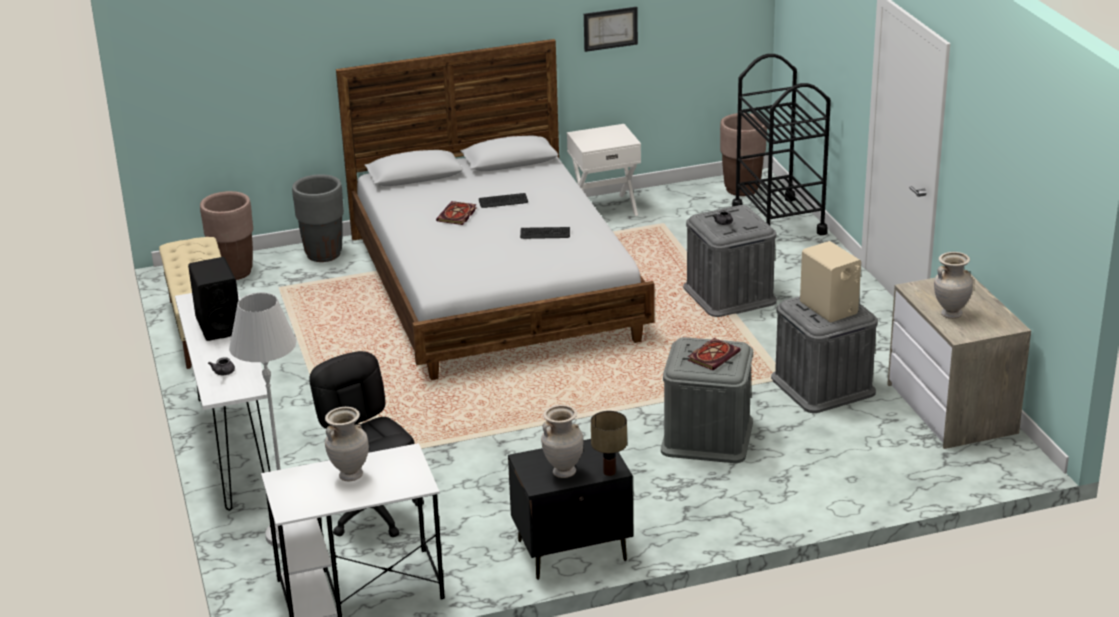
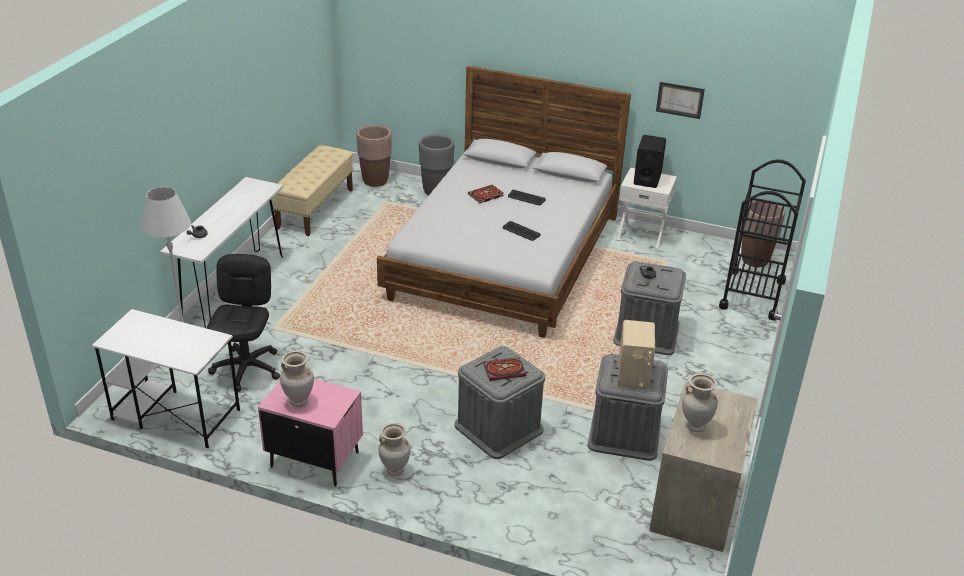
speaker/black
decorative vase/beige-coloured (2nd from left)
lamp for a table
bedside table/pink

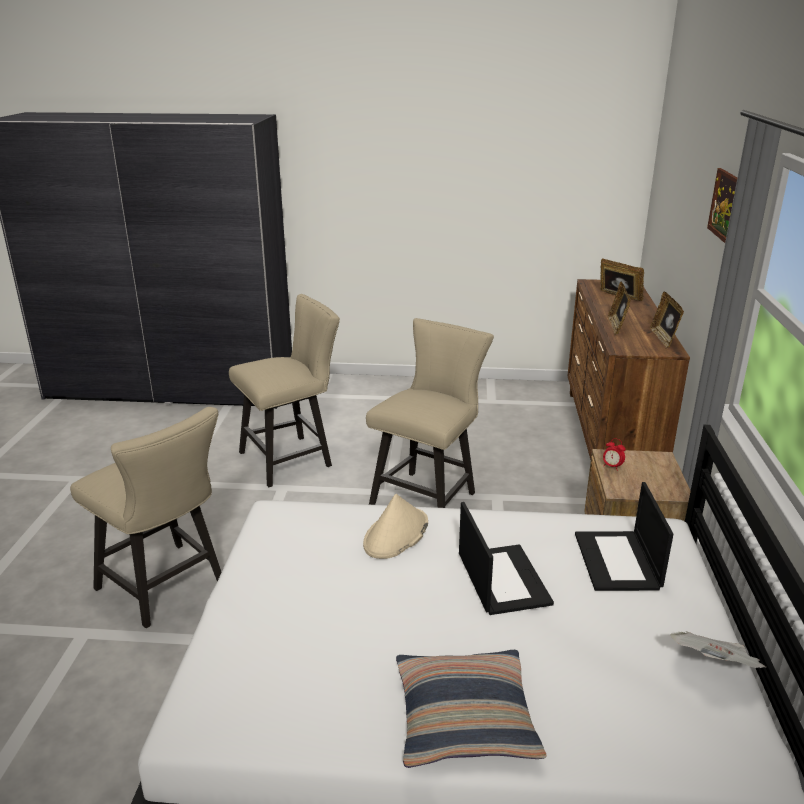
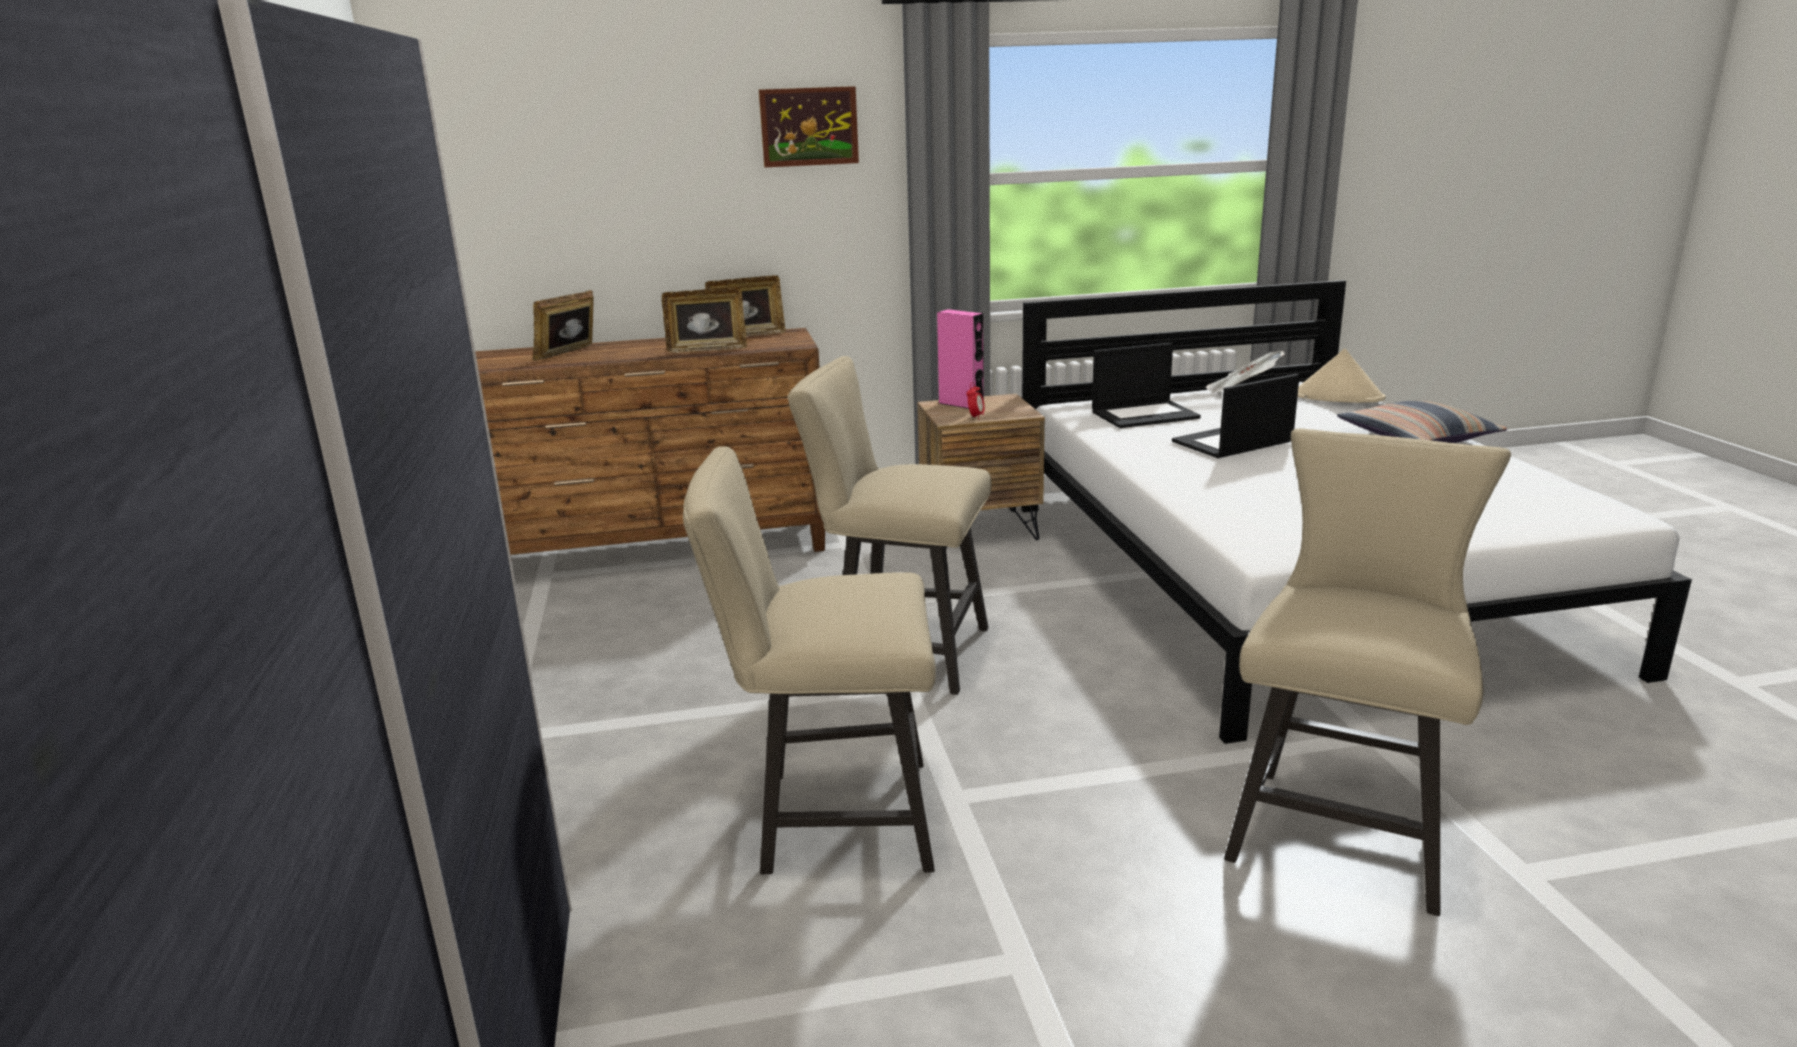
upright chair/beige-coloured (1st from left)
hat/beige-coloured
speaker/pink

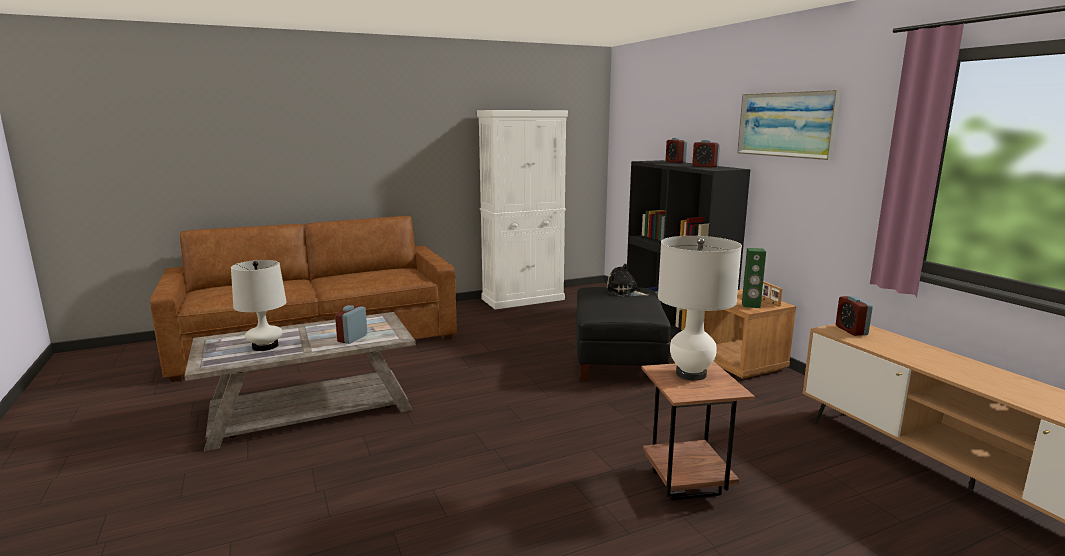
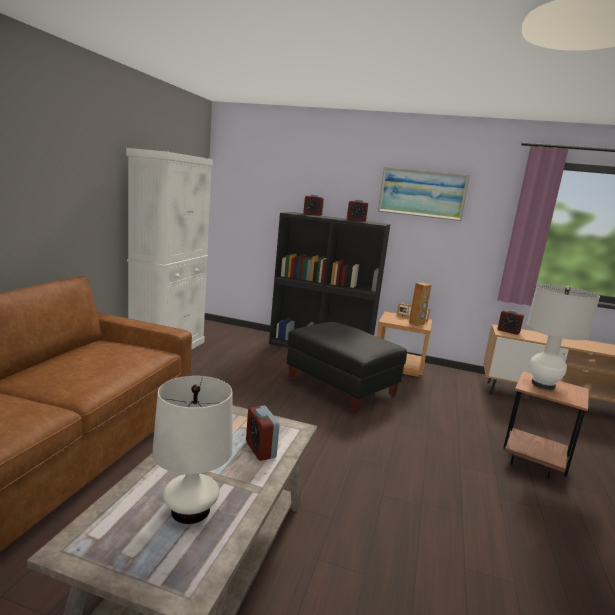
speaker/brownish
plush toy

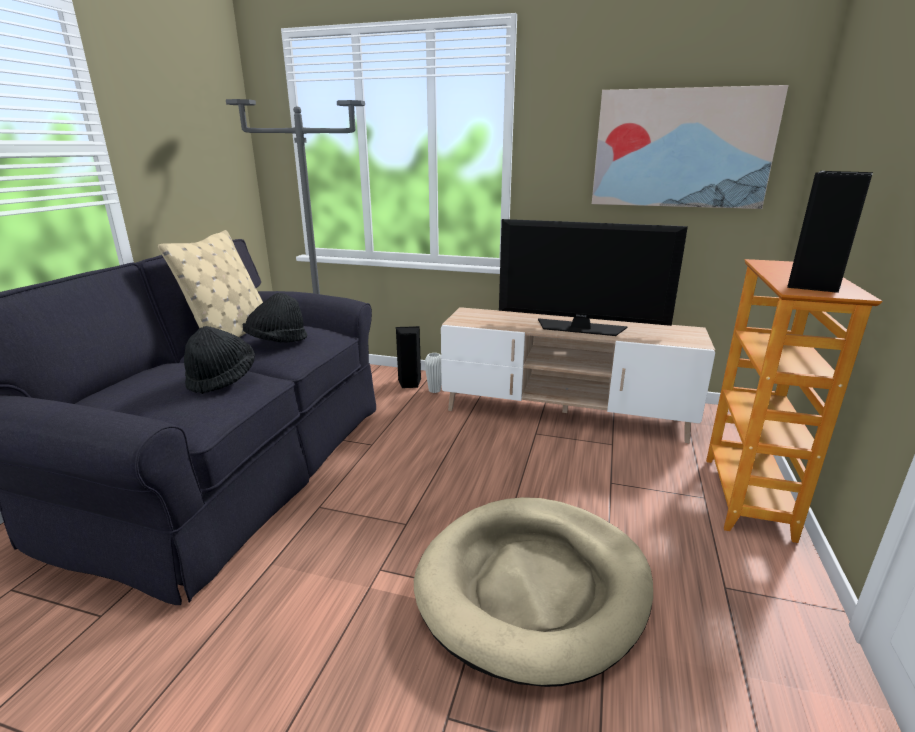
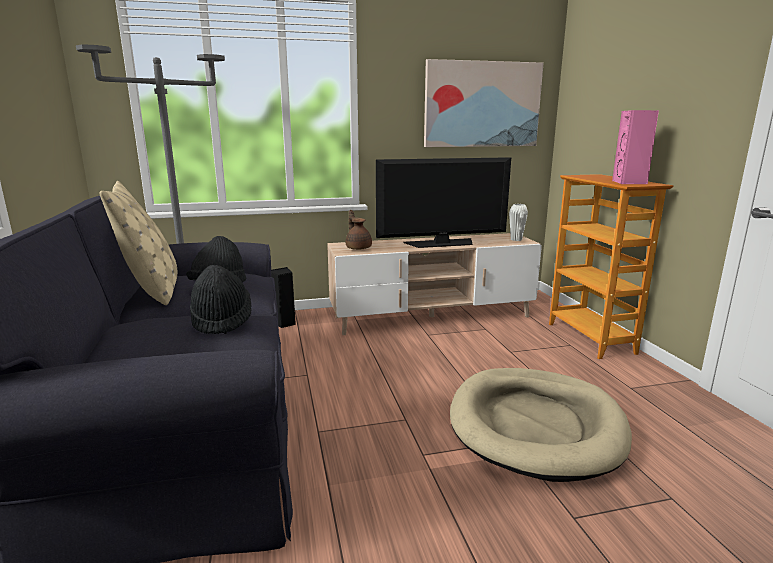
speaker/pink
decorative vase/white
pot for tea/brownish

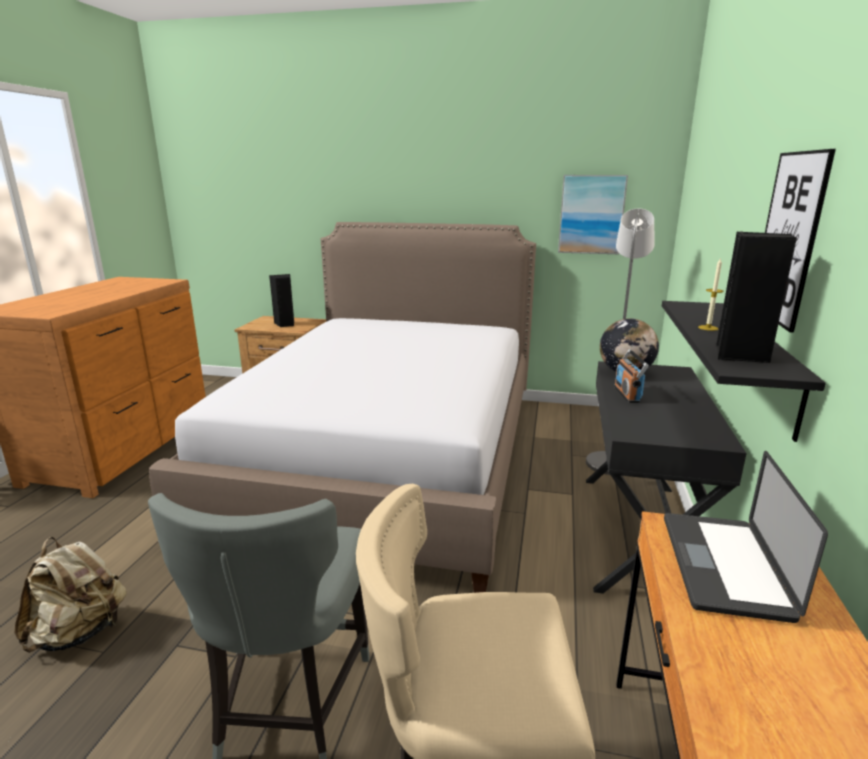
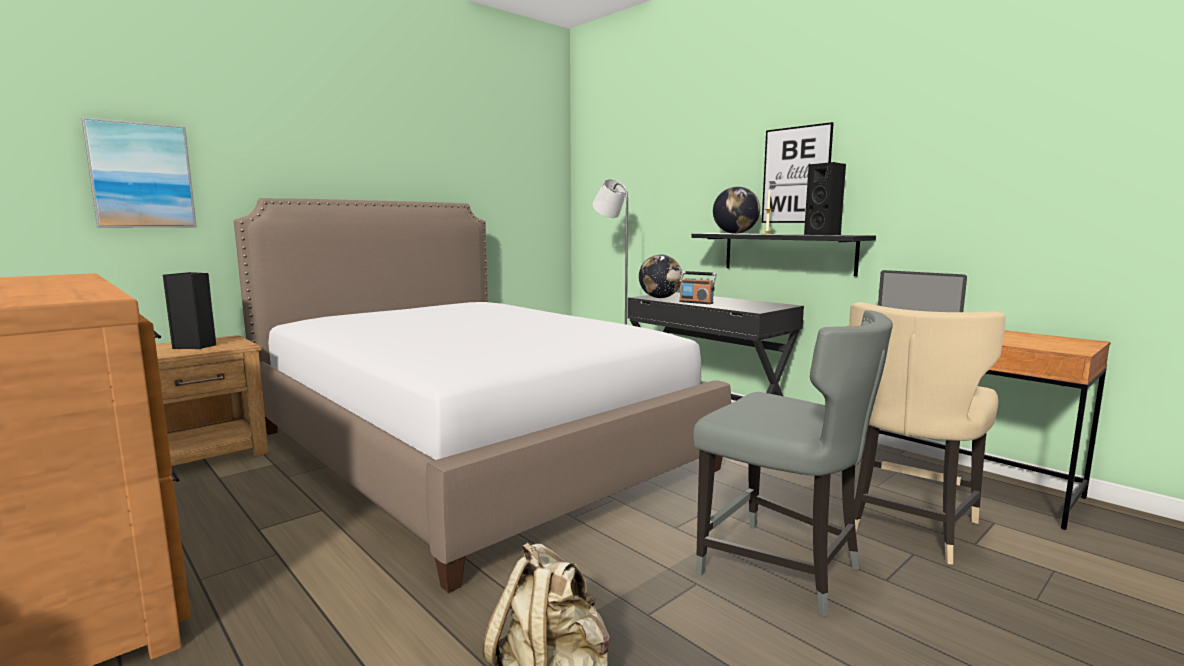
picture (1st from left)
world globe (2nd from left)

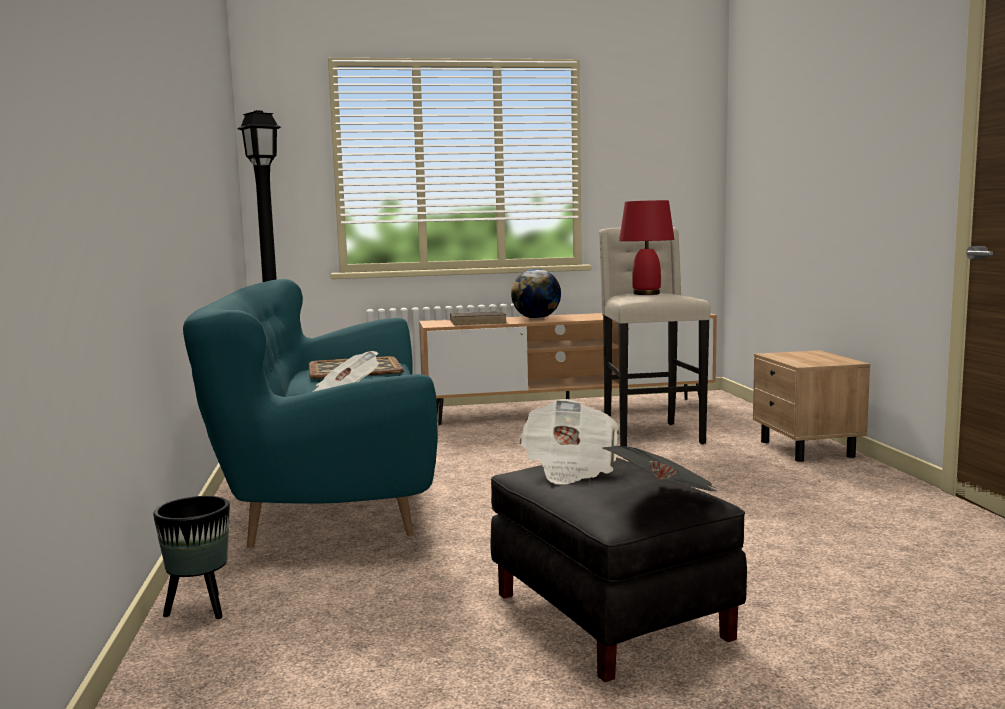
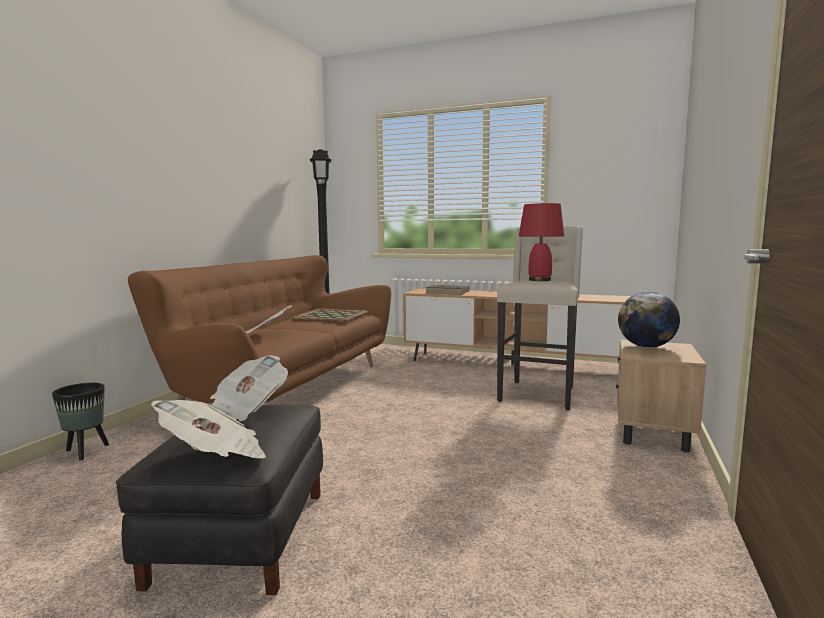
world globe
sofa/brownish

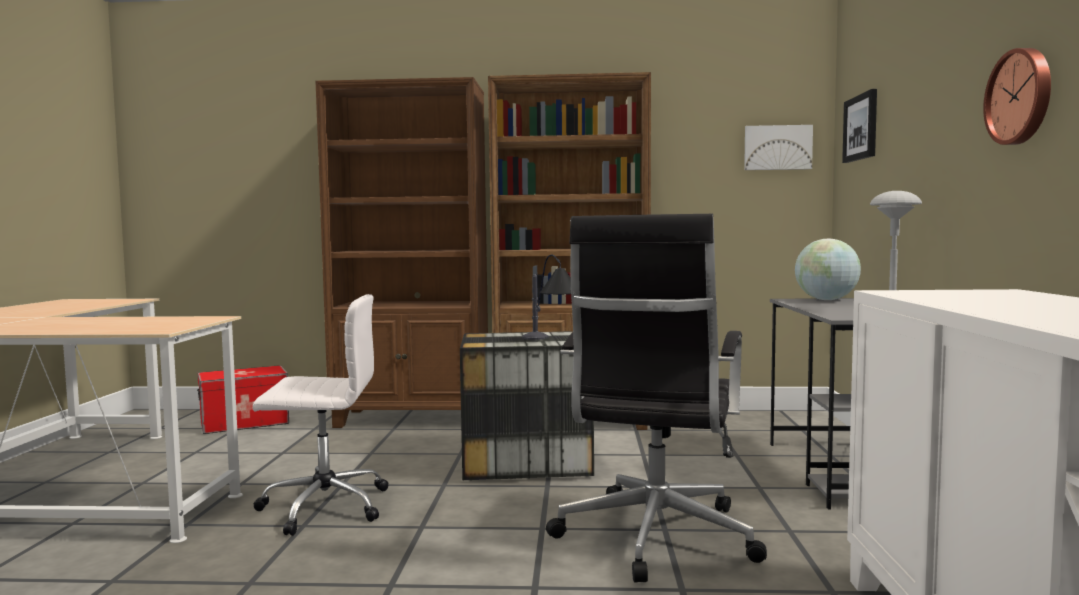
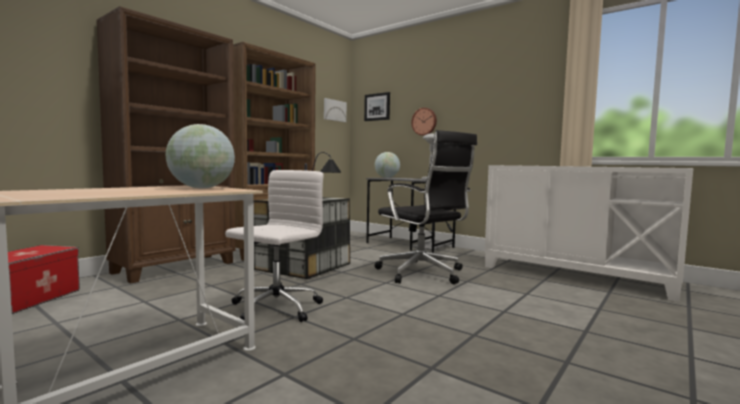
hanging clock
world globe (1st from left)

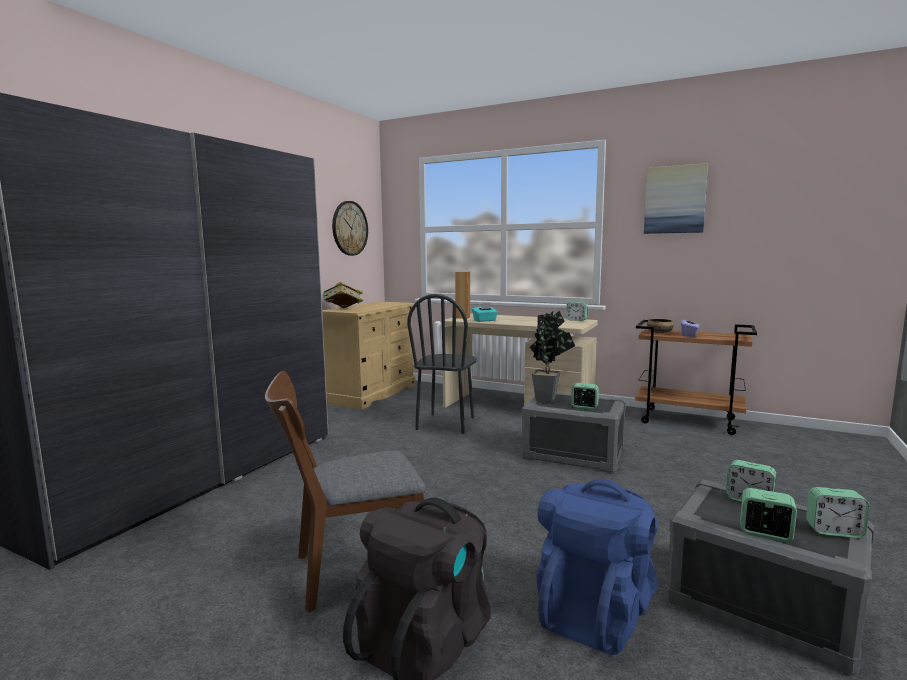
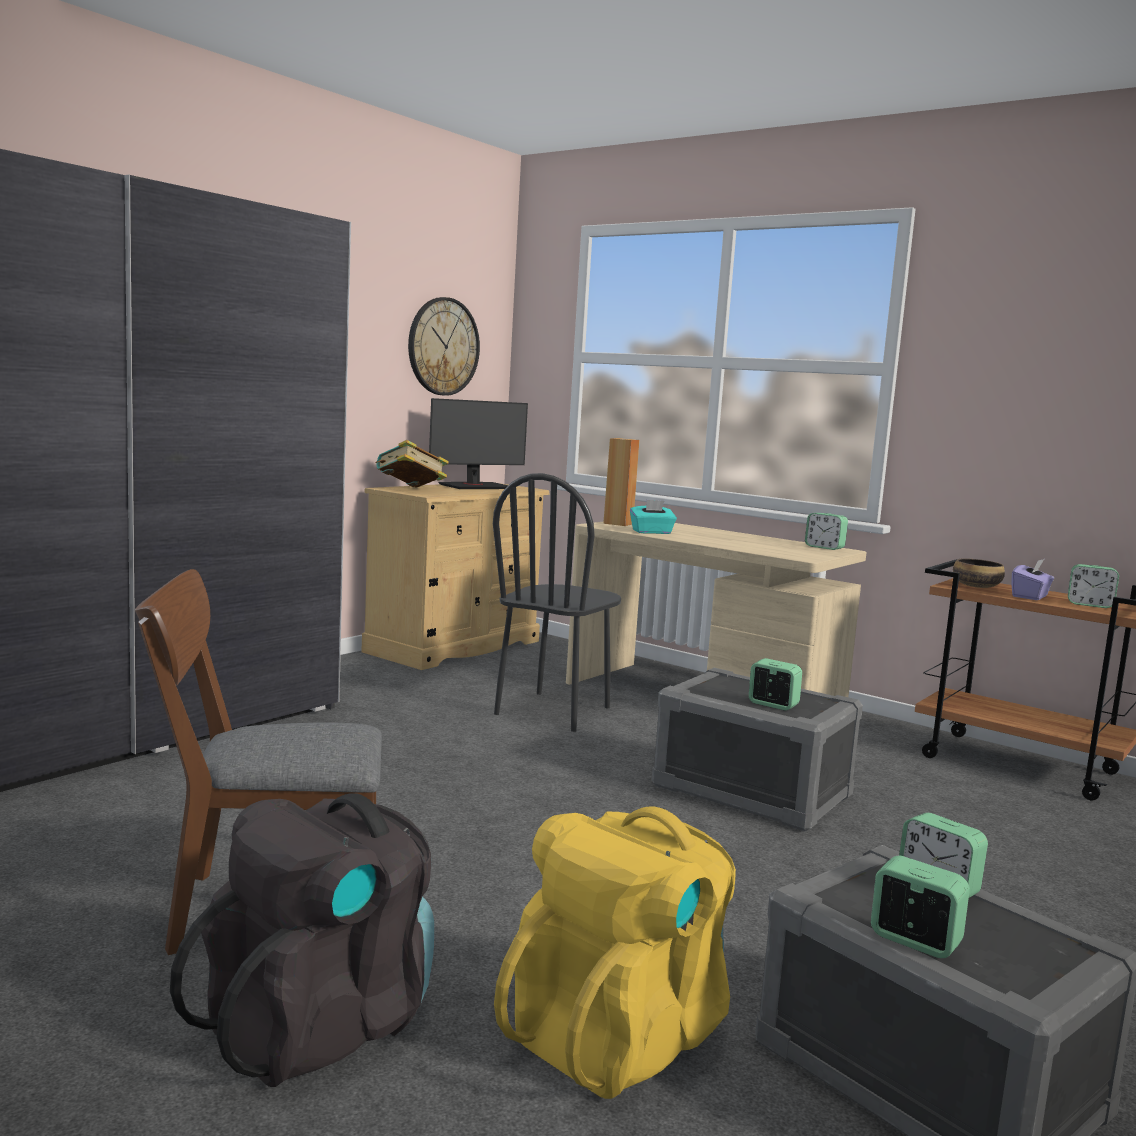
picture
plant in a pot
rucksack/yellowish
bedside clock (5th from left)
computer screen

